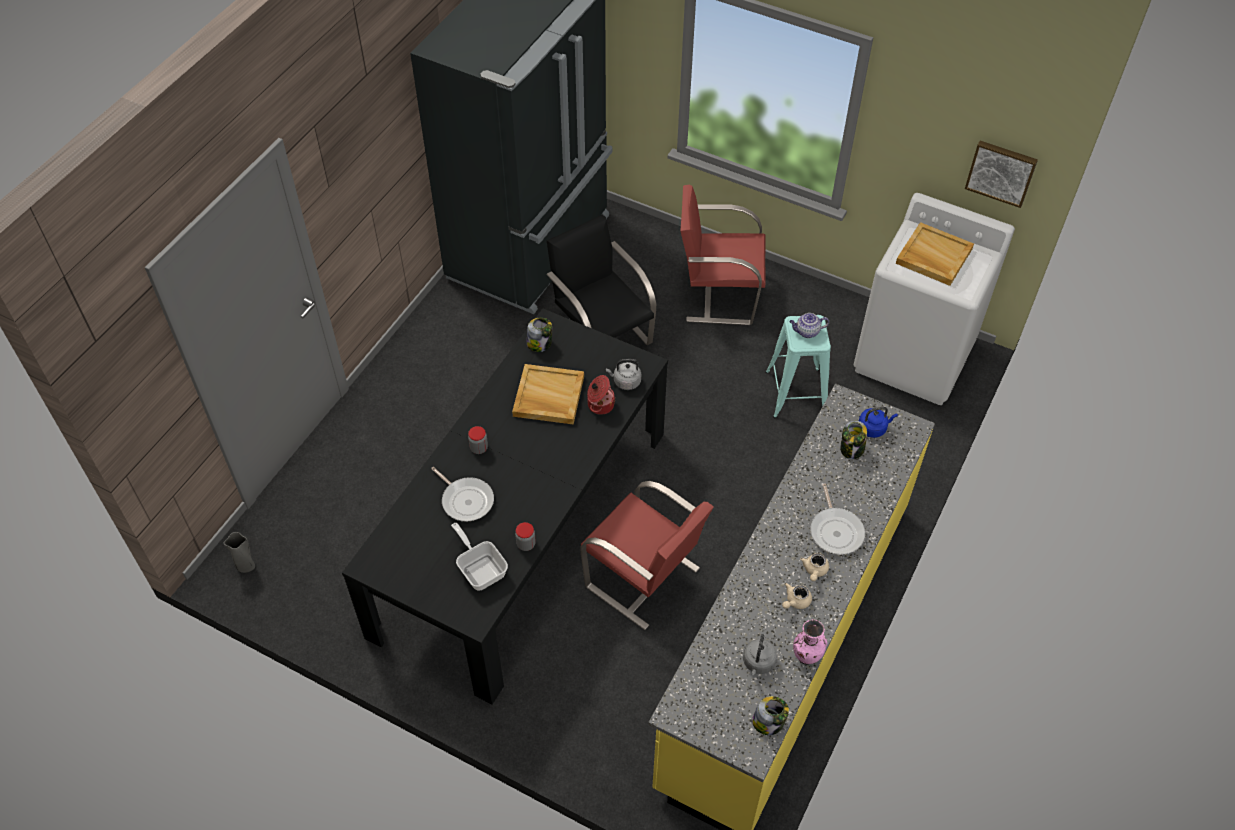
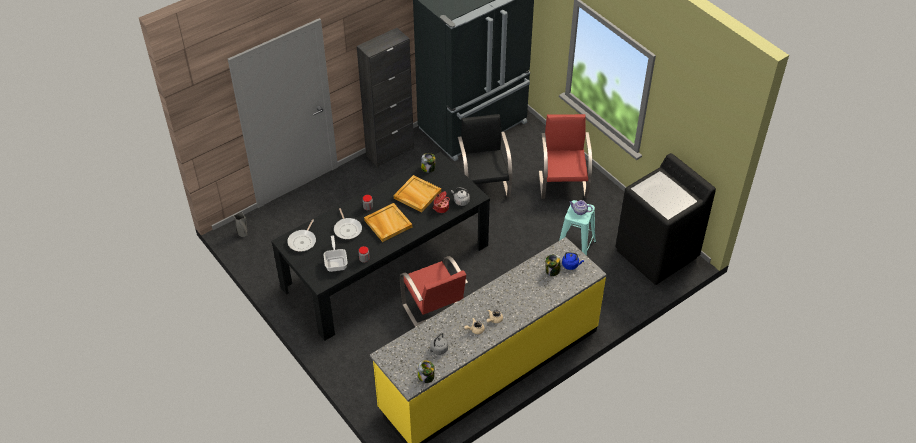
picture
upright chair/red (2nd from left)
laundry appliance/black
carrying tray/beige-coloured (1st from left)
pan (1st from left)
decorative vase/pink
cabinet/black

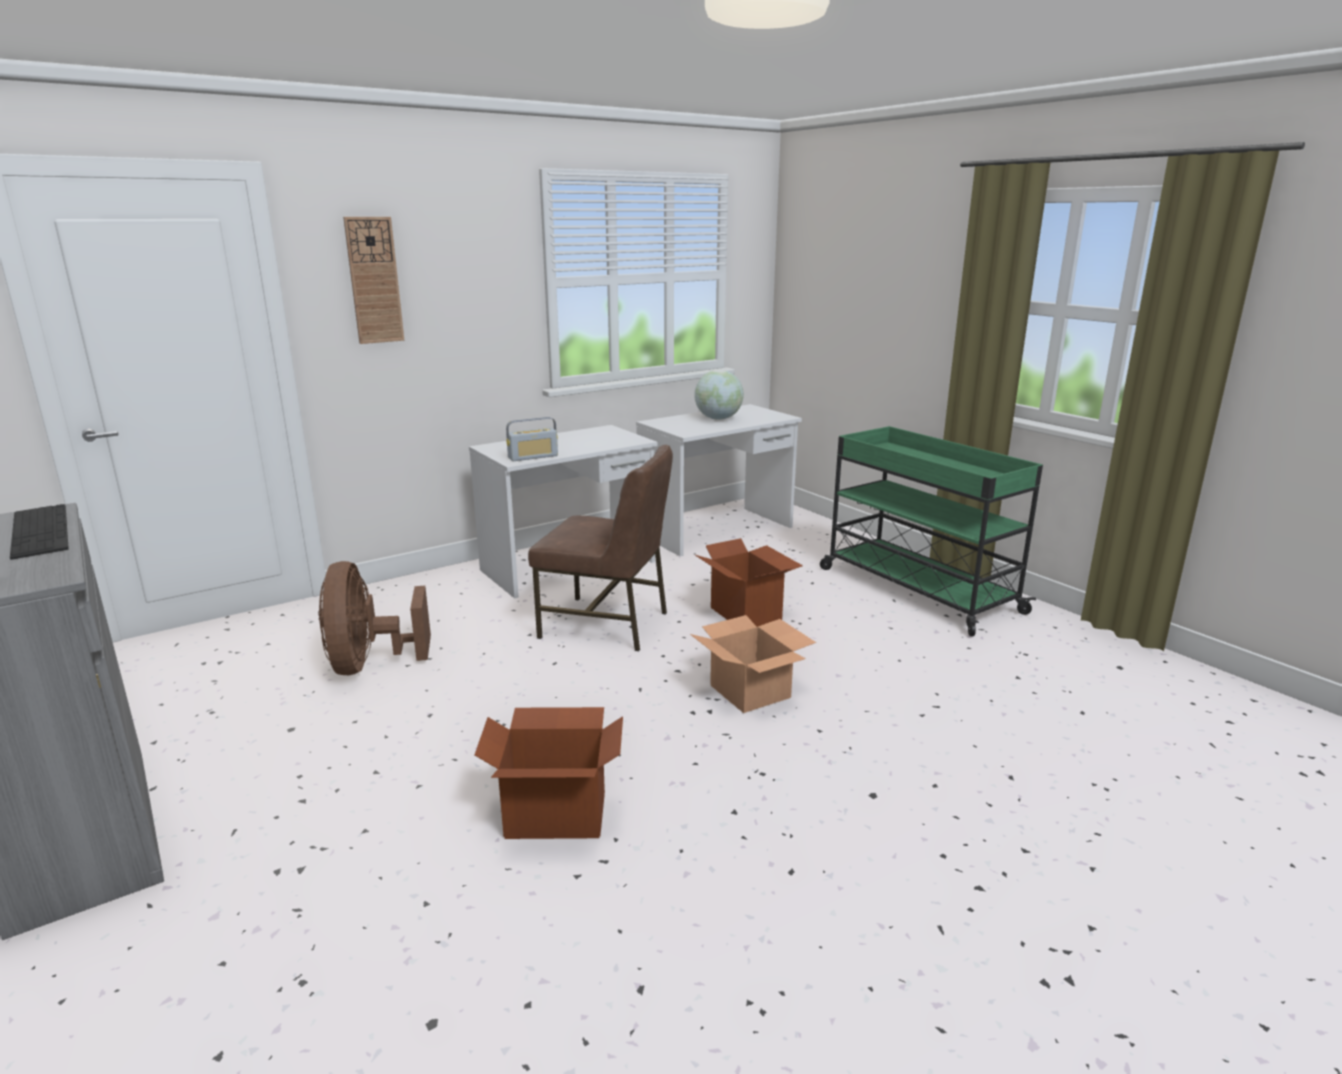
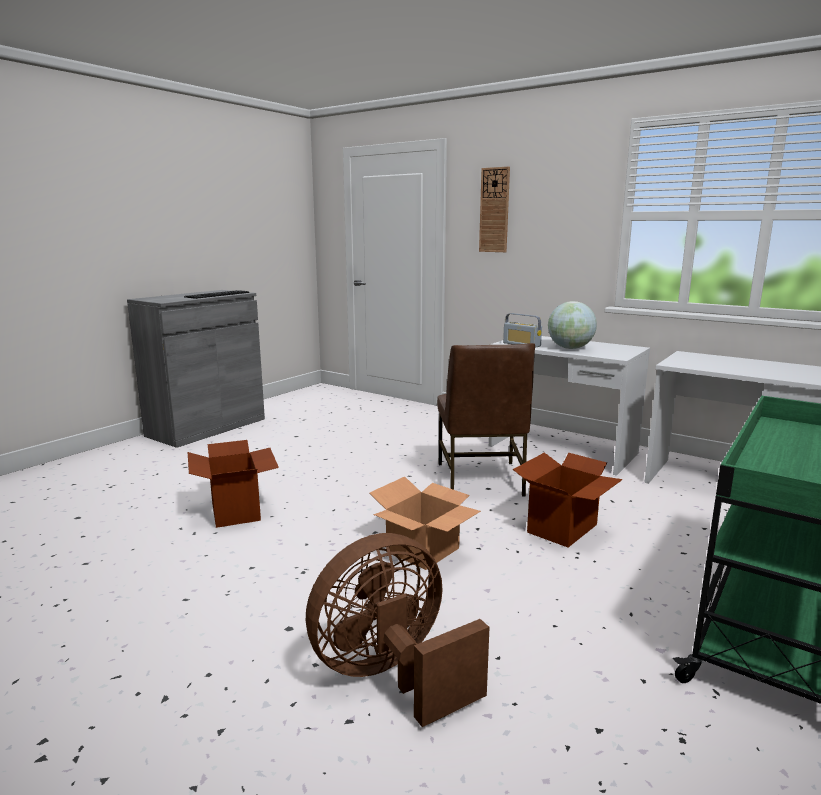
world globe
cooling fan/brownish

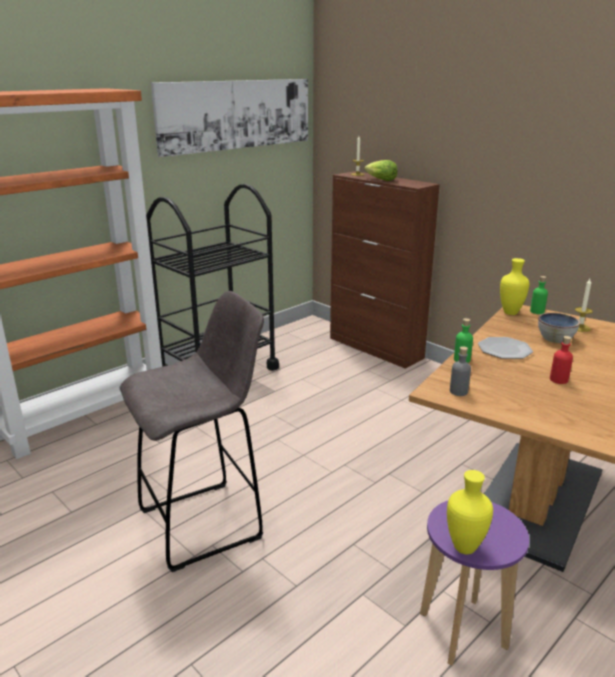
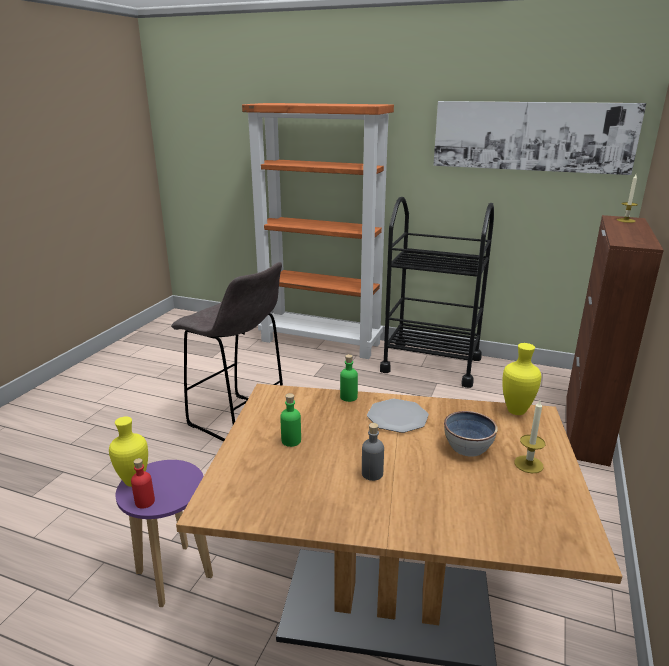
lettuce head
drink bottle/greenish (1st from left)
drink bottle/red
drink bottle/grey

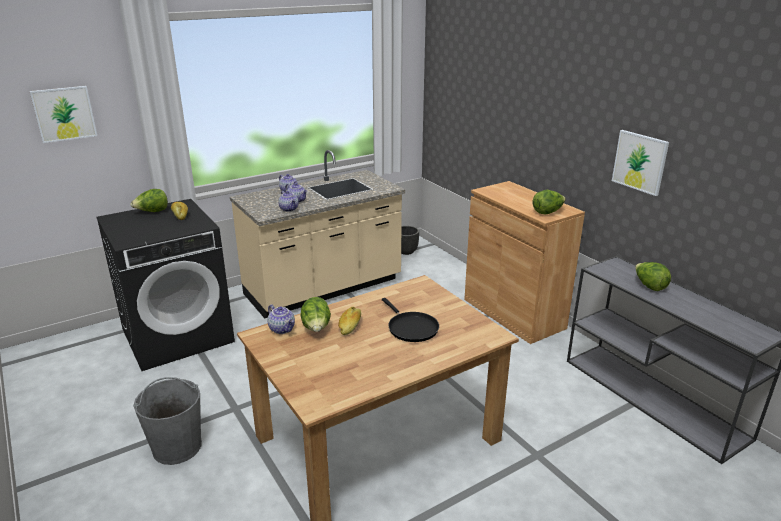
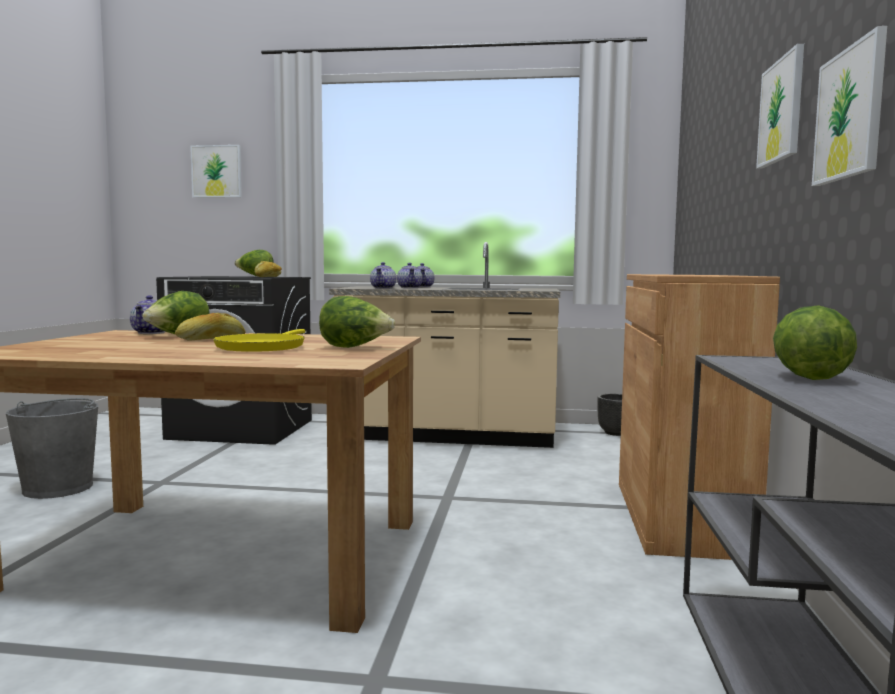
lettuce head (3rd from left)
pan/yellowish
picture (2nd from left)

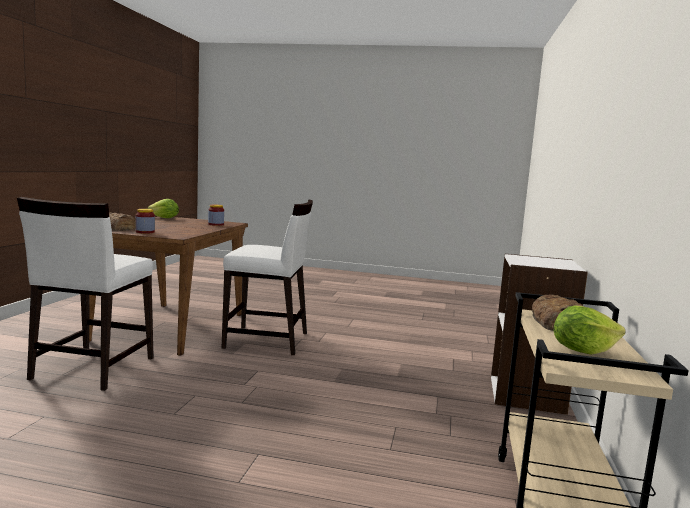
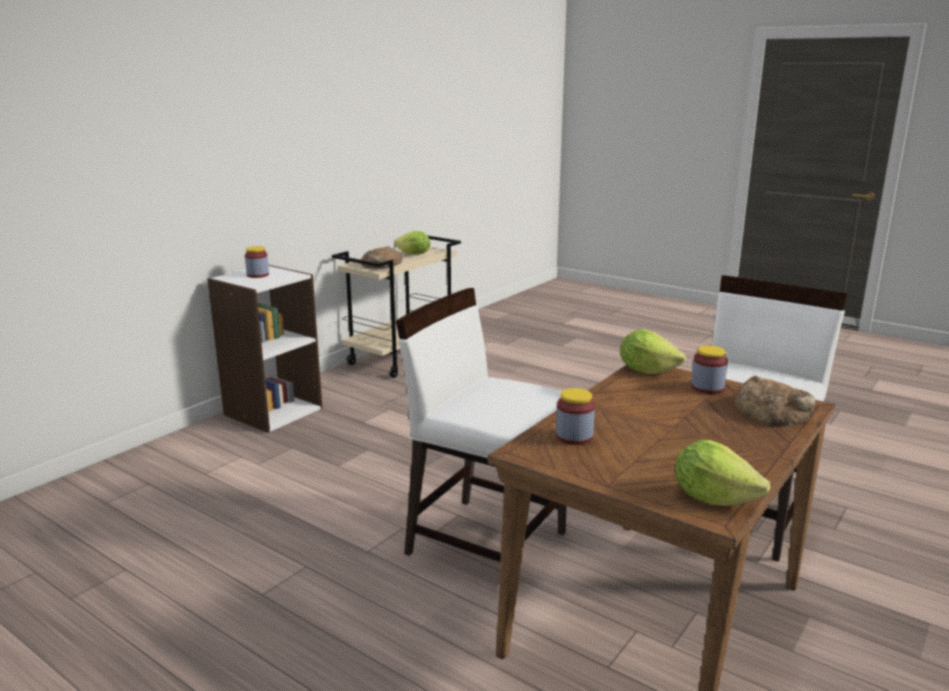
storage jar (1st from left)
lettuce head (2nd from left)

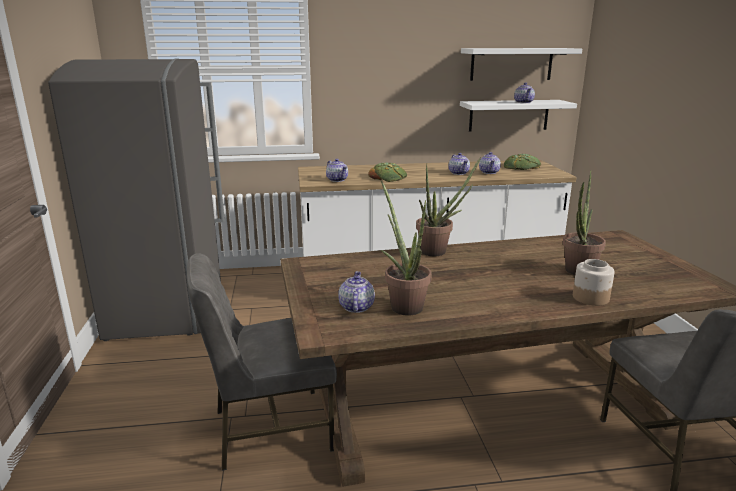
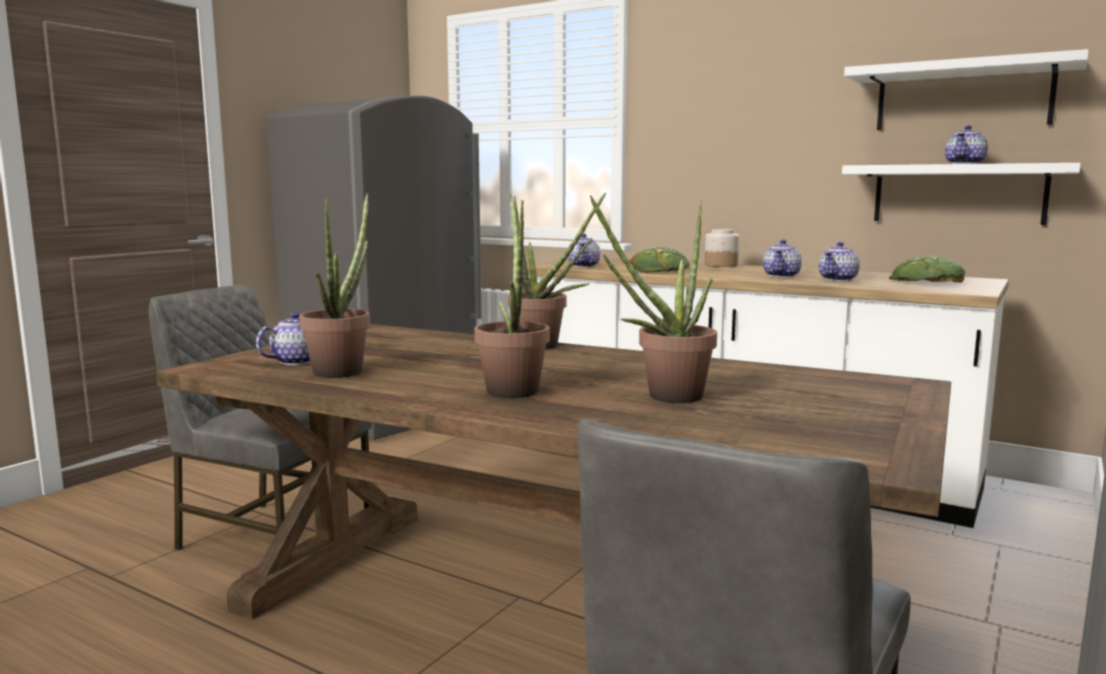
storage jar
plant in a pot (2nd from left)

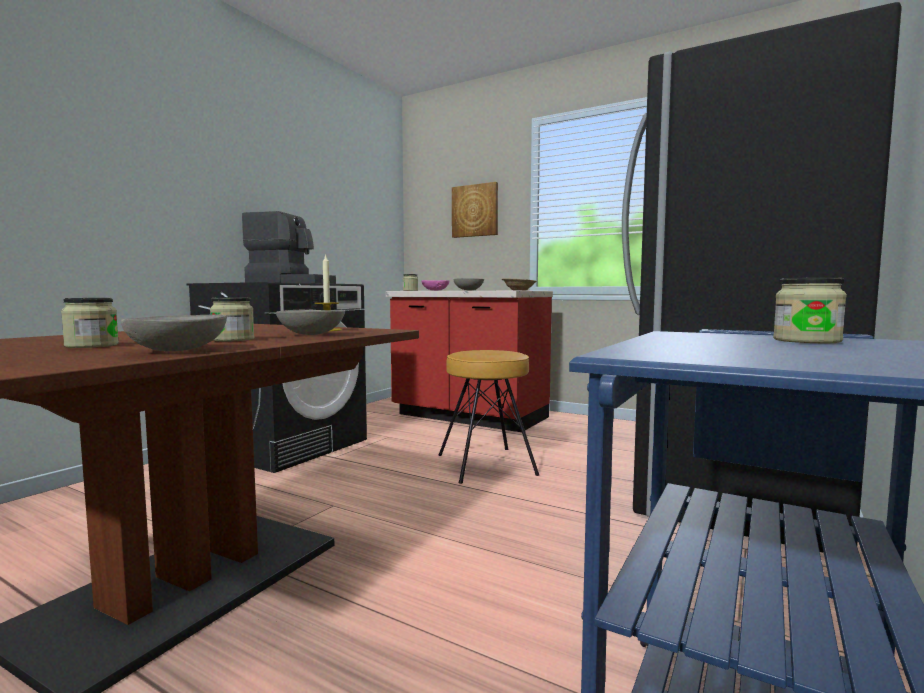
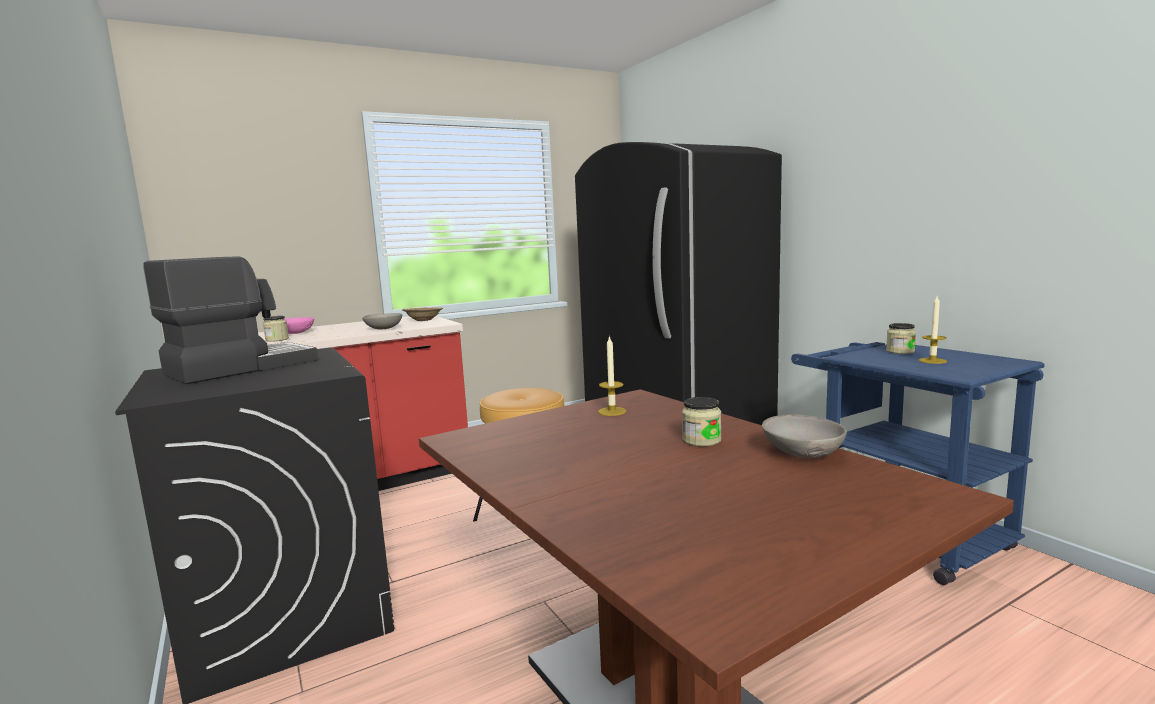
picture
storage jar (1st from left in the first image)
serving bowl/grey (2nd from left in the first image)
candle (2nd from left)

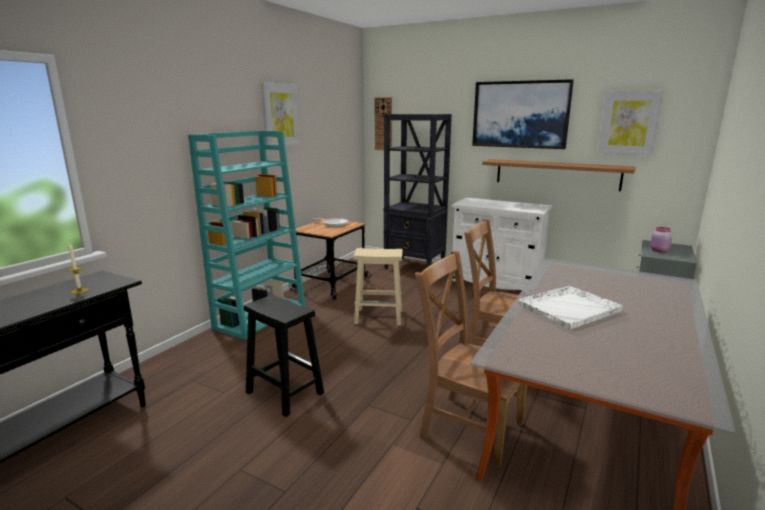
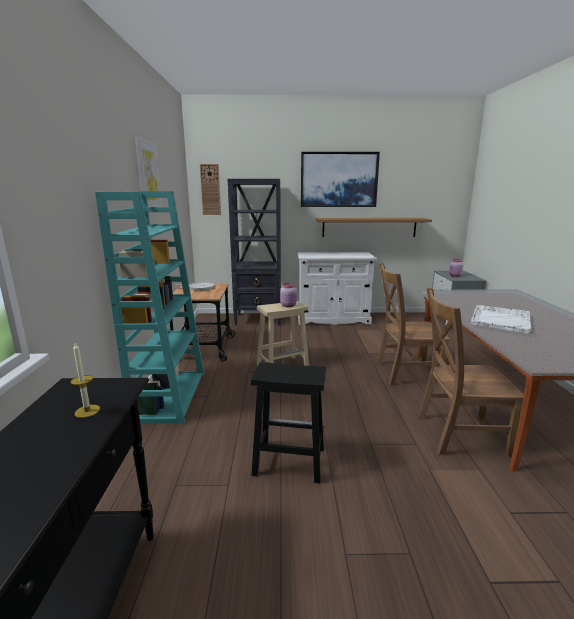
picture (3rd from left in the first image)
storage jar/pink (1st from left)

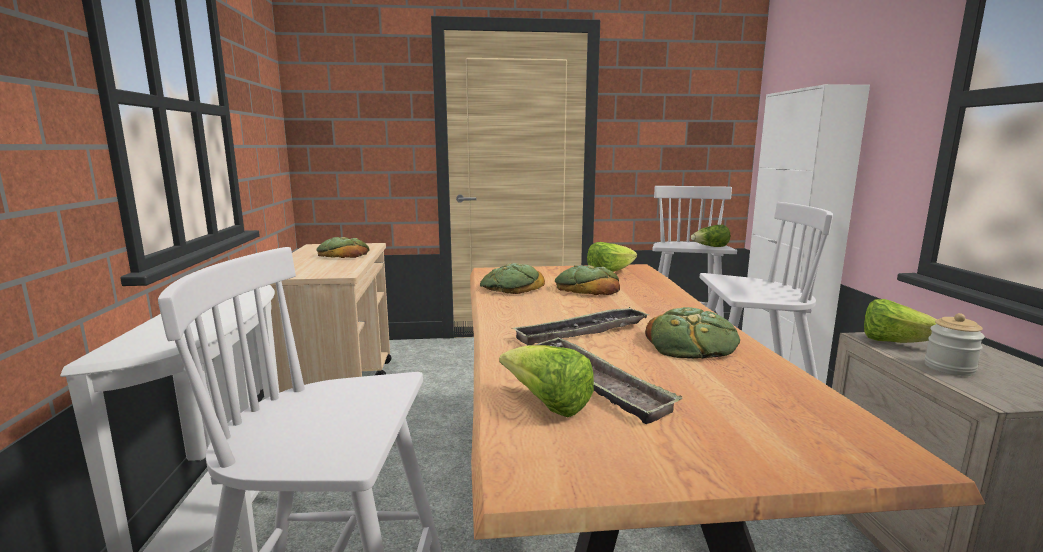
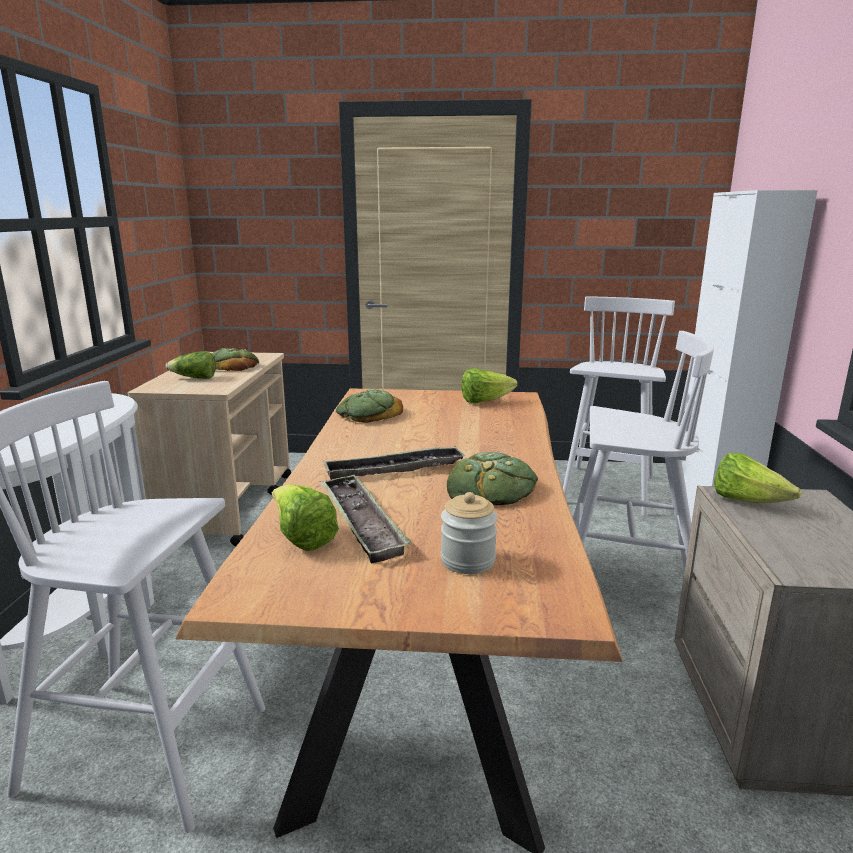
lettuce head (1st from left)
bread (3rd from left in the first image)
storage jar

